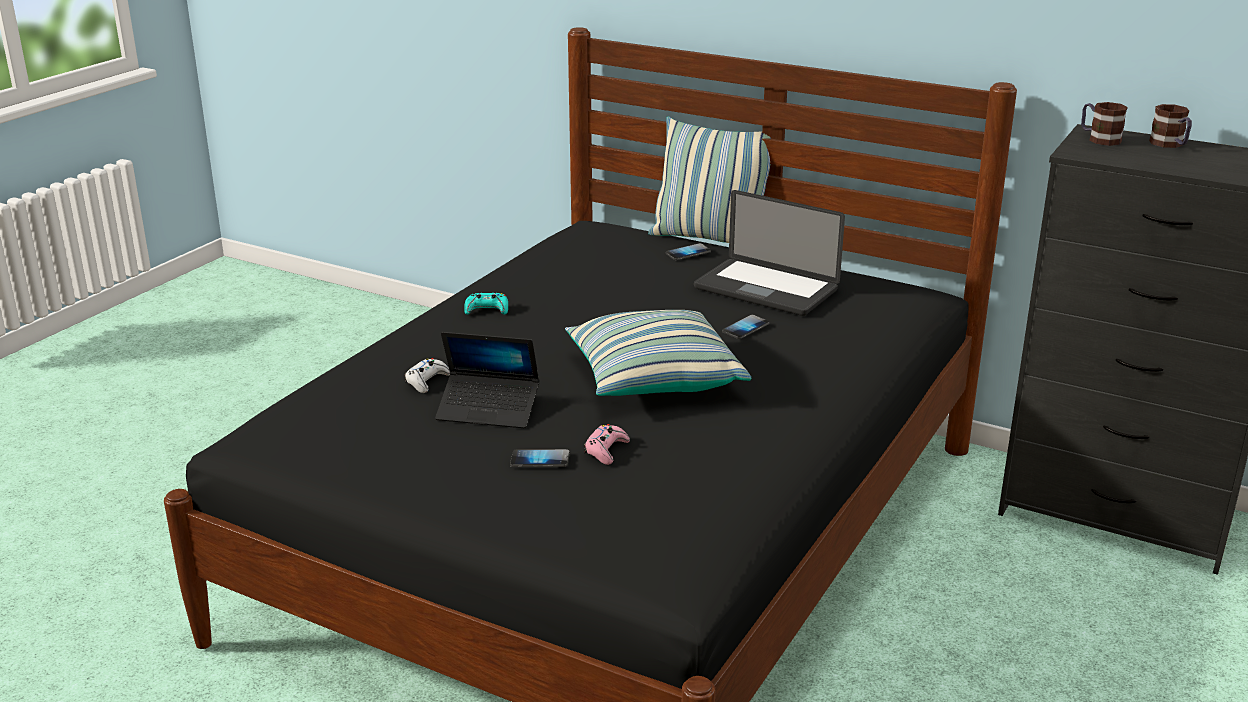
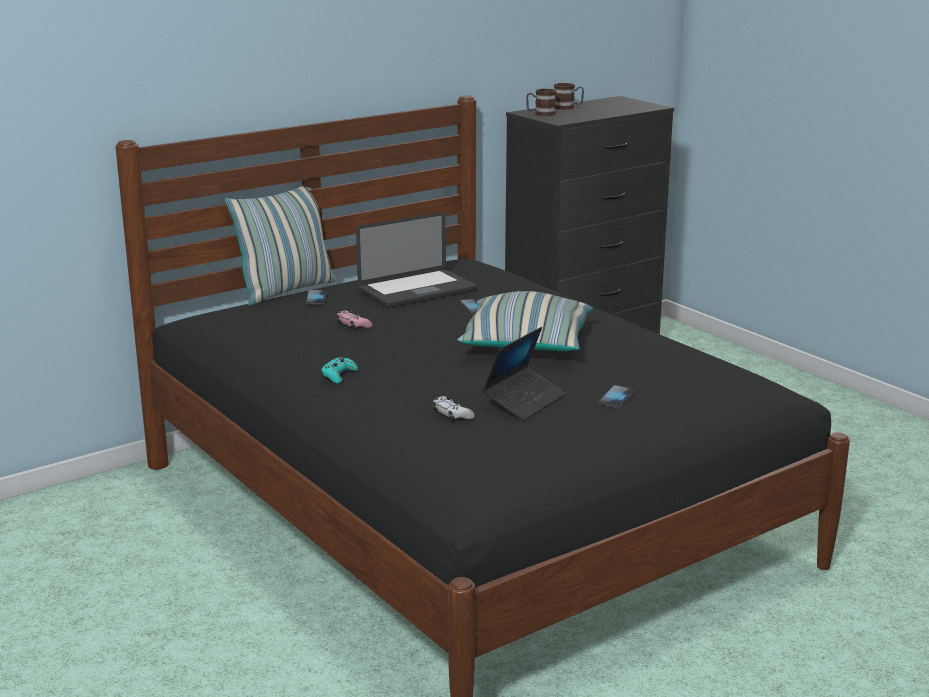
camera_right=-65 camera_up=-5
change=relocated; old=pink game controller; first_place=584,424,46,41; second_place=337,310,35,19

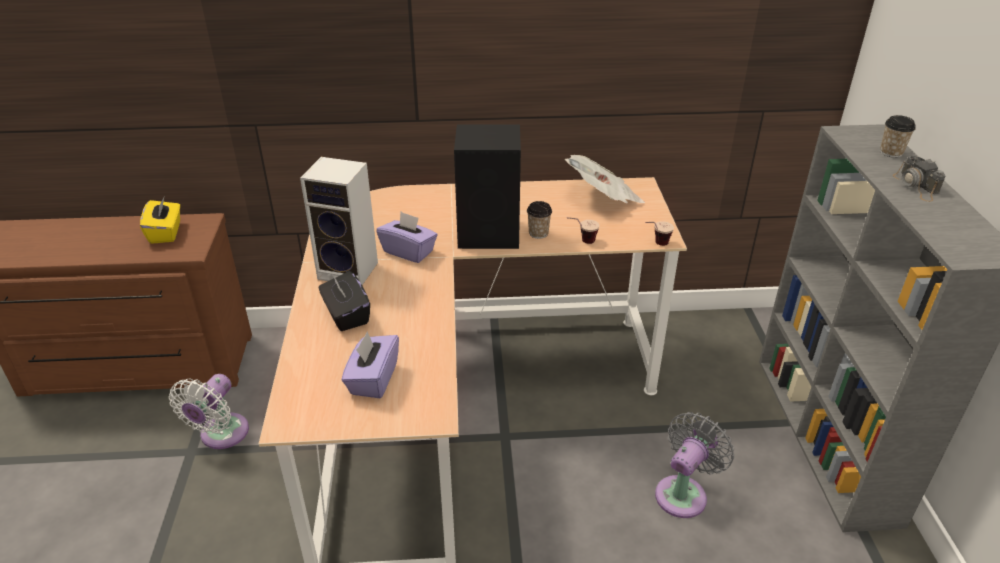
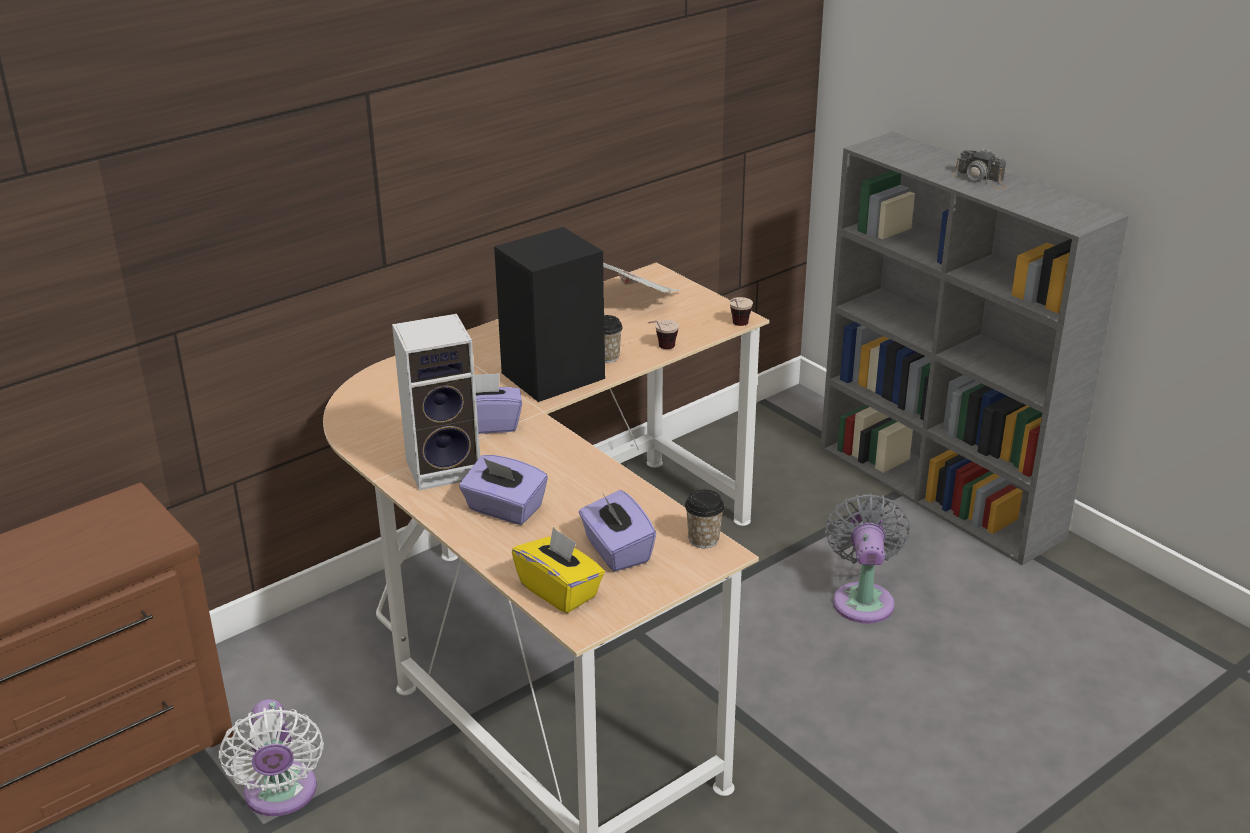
camera_right=-35 camera_up=-5
change=relocated; old=cup; first_place=880,115,36,43; second_place=685,490,40,58
change=relocated; old=yellow tissue box; first_place=140,197,40,47; second_place=512,527,93,86
change=colour; old=black tissue box; new=purple tissue box; first_place=319,271,51,60; second_place=459,455,89,70

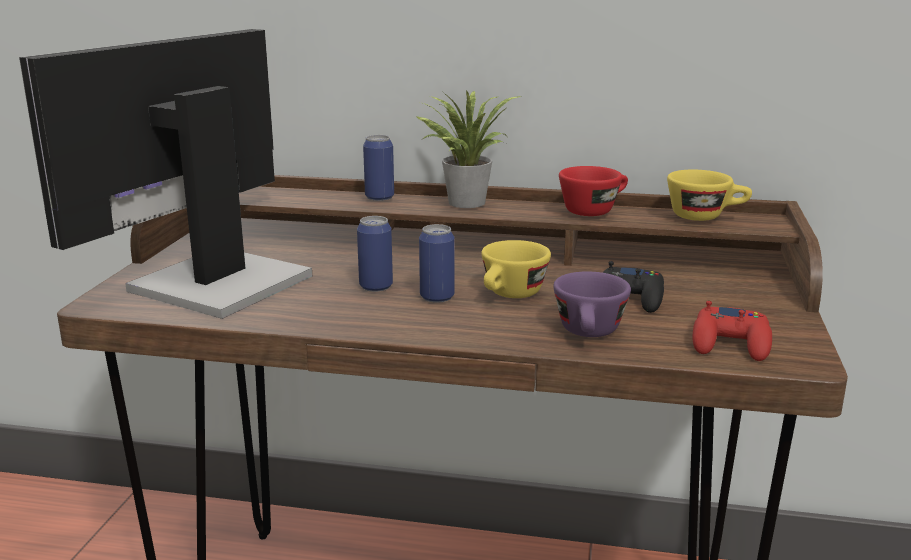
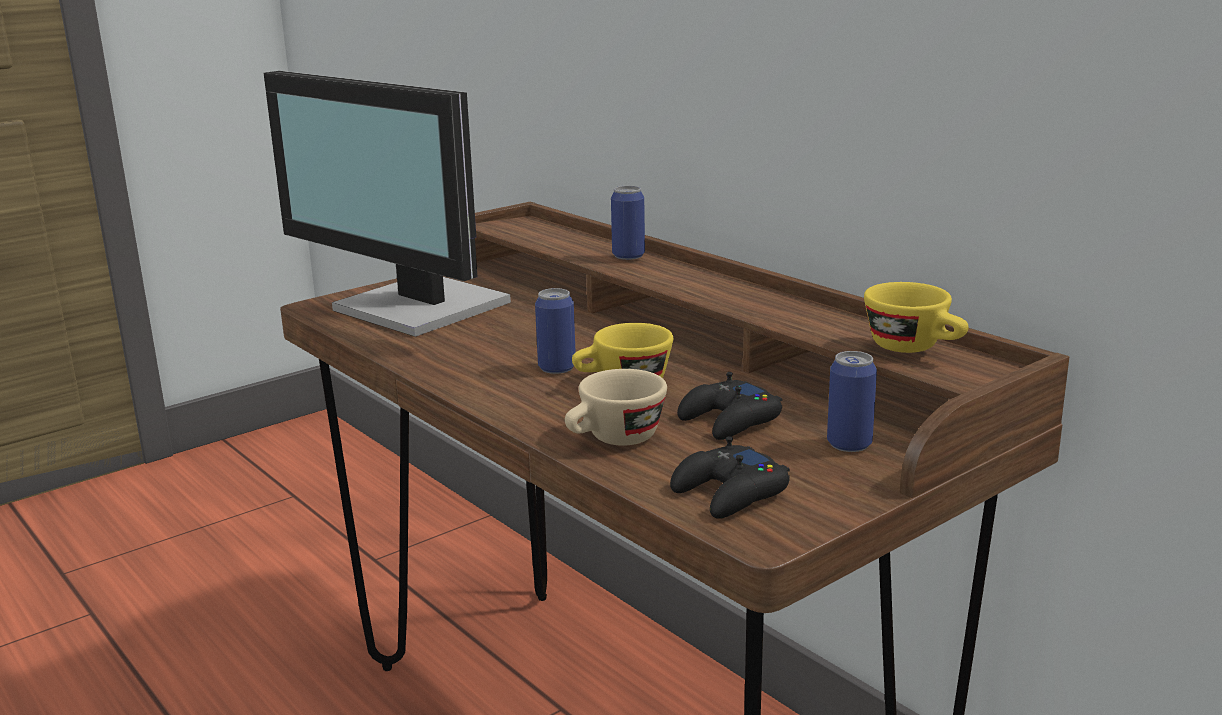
camera_right=40 camera_up=0
change=spun; old=monitor; first_place=19,29,293,290; second_place=264,71,247,266; degrees=-120
change=missing; old=potted plant; first_place=415,90,106,118
change=missing; old=red cup; first_place=559,166,69,50
change=relocated; old=can; first_place=357,216,36,76; second_place=827,351,50,101
change=colour; old=purple cup; new=beige cup; first_place=553,271,78,66; second_place=565,369,102,77
change=colour; old=red game controller; new=black game controller; first_place=692,301,80,60; second_place=670,436,120,83

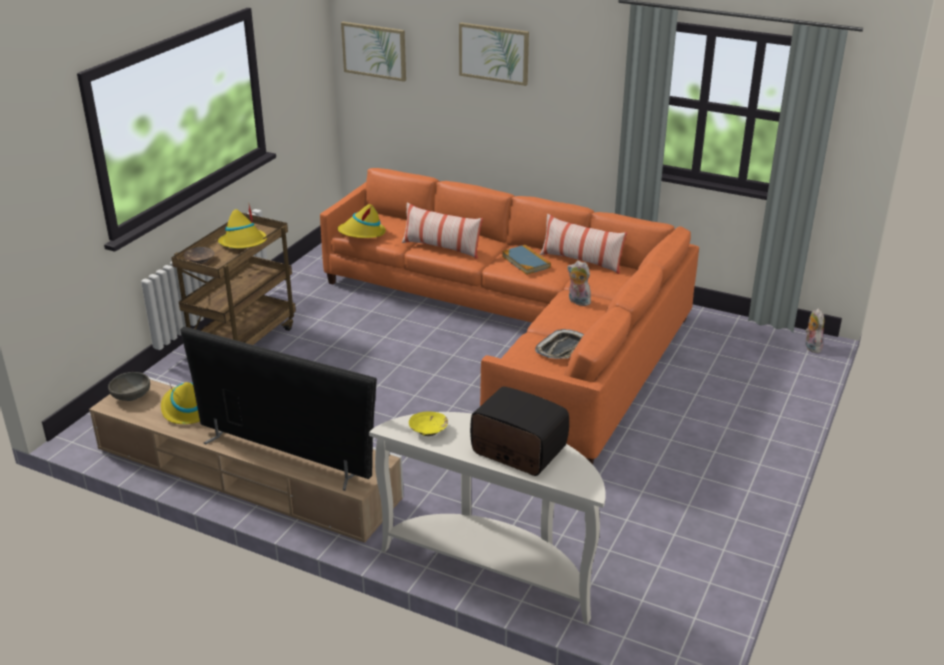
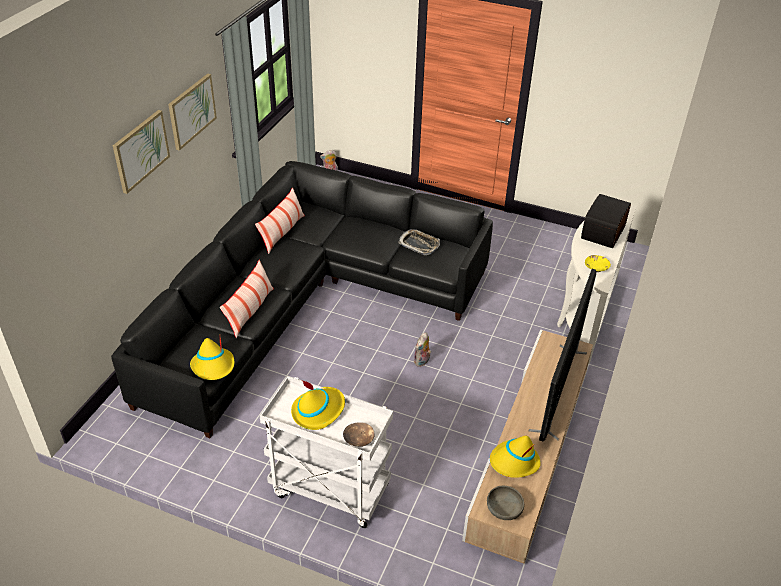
camera_right=-95 camera_up=10
change=relocated; old=picture; first_place=341,22,65,60; second_place=168,74,49,77
change=colour; old=orange sofa; new=black sofa; first_place=320,168,379,297; second_place=111,161,382,277
change=colour; old=brown cart; new=white cart; first_place=171,213,125,132; second_place=260,376,133,152
change=missing; old=book; first_place=502,245,49,30
change=relocated; old=plush toy; first_place=568,261,23,45; second_place=414,332,17,35

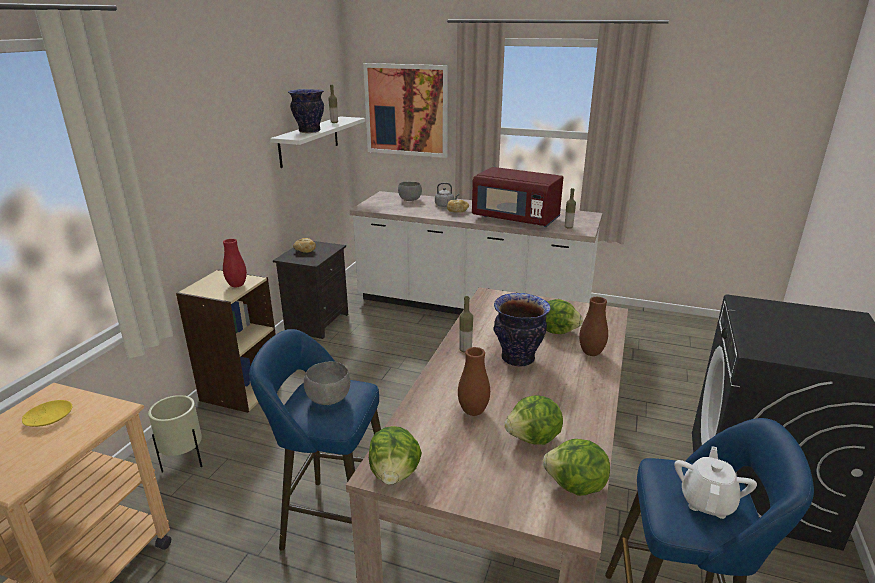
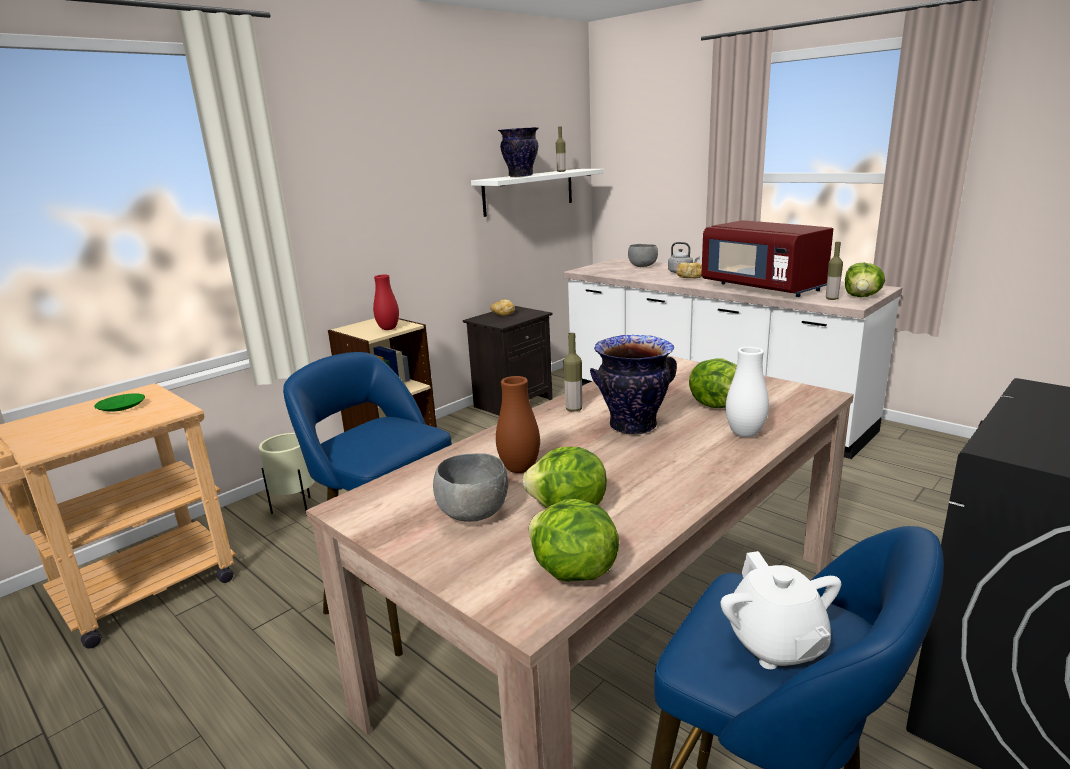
camera_right=25 camera_up=-5
change=missing; old=picture; first_place=363,63,85,95
change=colour; old=brown vase; new=white vase; first_place=579,297,29,59; second_place=726,347,43,90
change=relocated; old=grey bowl; first_place=304,361,46,44; second_place=433,453,75,69
change=colour; old=yellow plate; new=green plate; first_place=22,400,50,27; second_place=94,393,51,19
change=relocated; old=lettuce; first_place=369,426,53,59; second_place=845,263,40,34
change=spun; old=white teapot; first_place=675,446,82,73; second_place=721,551,120,118; degrees=120

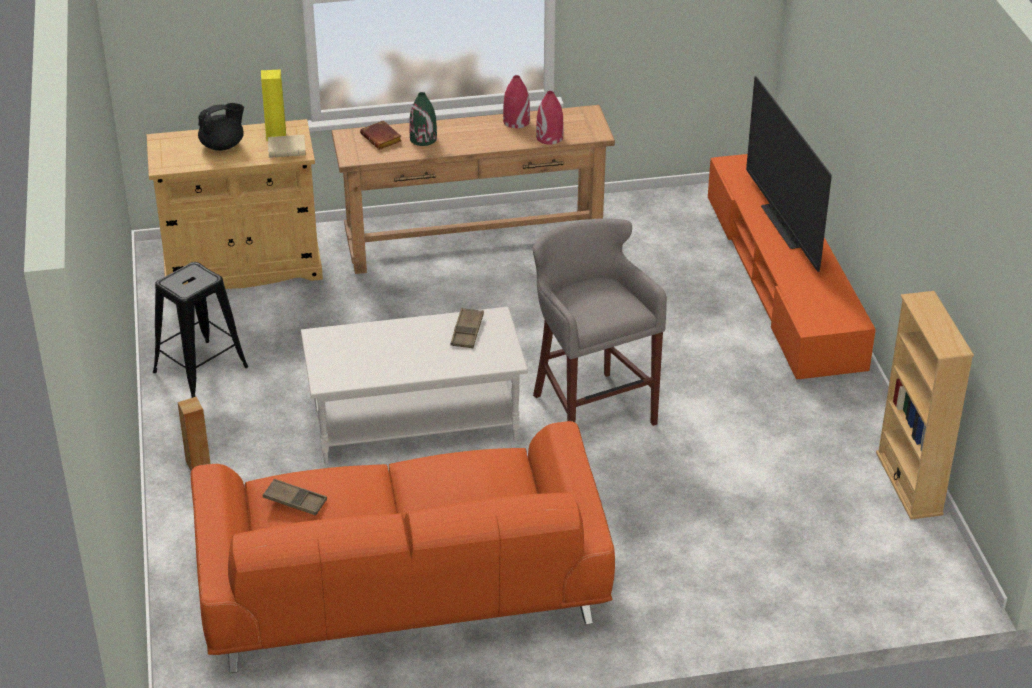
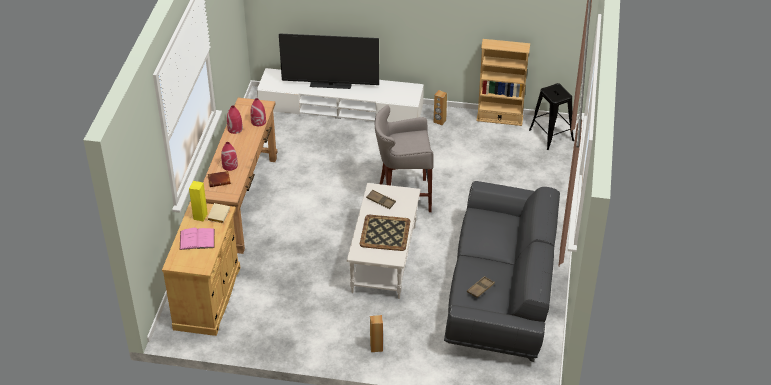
camera_right=-70 camera_up=5
change=colour; old=green vase; new=red vase; first_place=409,92,28,54; second_place=221,142,17,29
change=exchanged; old=black teapot; new=pink book; first_place=198,103,46,48; second_place=180,228,35,22
change=colour; old=orange tv stand; new=white tv stand; first_place=708,154,168,227; second_place=257,68,167,54
change=relocated; old=black stool; first_place=153,262,95,136; second_place=529,83,45,67
change=colour; old=orange sofa; new=grey sofa; first_place=191,421,424,252; second_place=444,181,116,181
change=appeared; new=brown speaker; second_place=434,90,13,35
change=appeared; new=tray; second_place=360,215,50,36

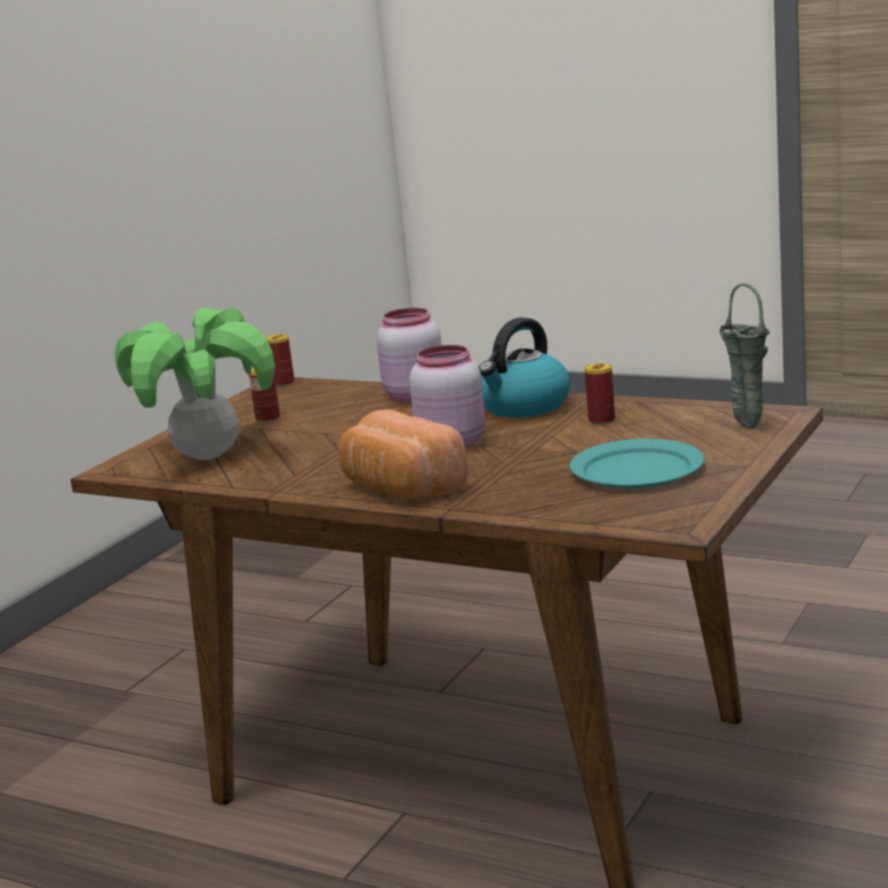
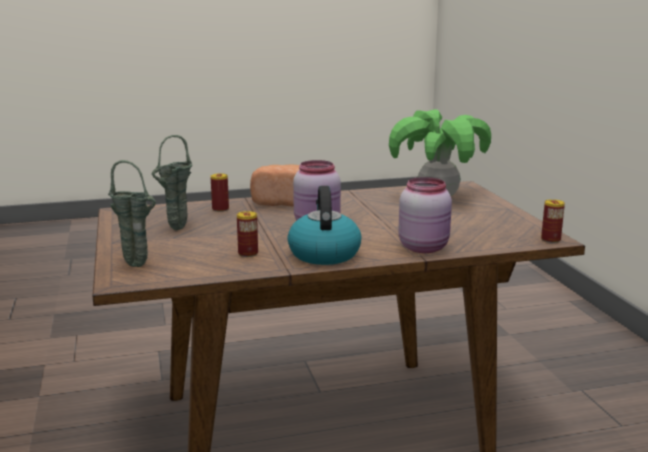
camera_right=135 camera_up=0
change=relocated; old=can; first_place=249,368,31,54; second_place=211,173,18,39
change=exchanged; old=turquoise plate; new=green vase; first_place=570,439,134,50; second_place=152,135,40,95

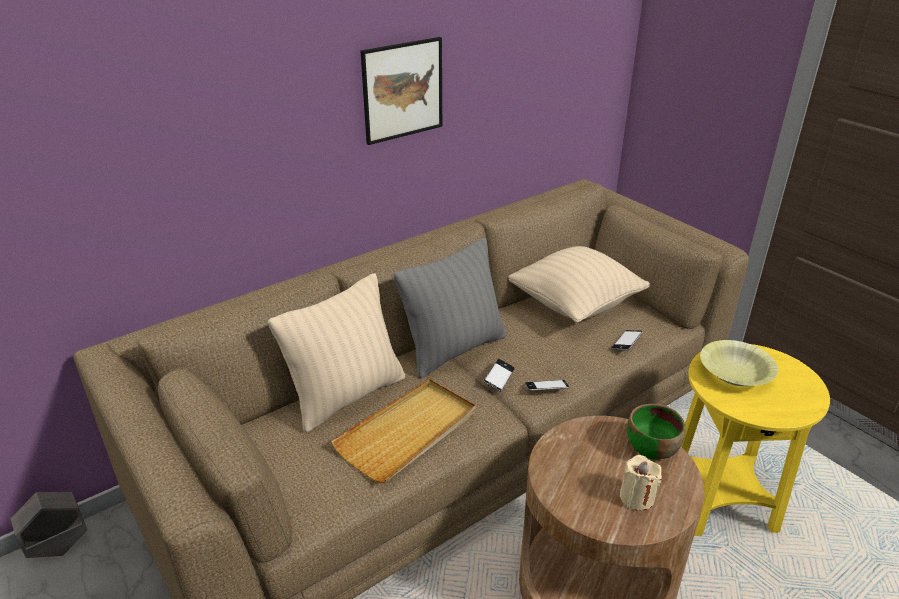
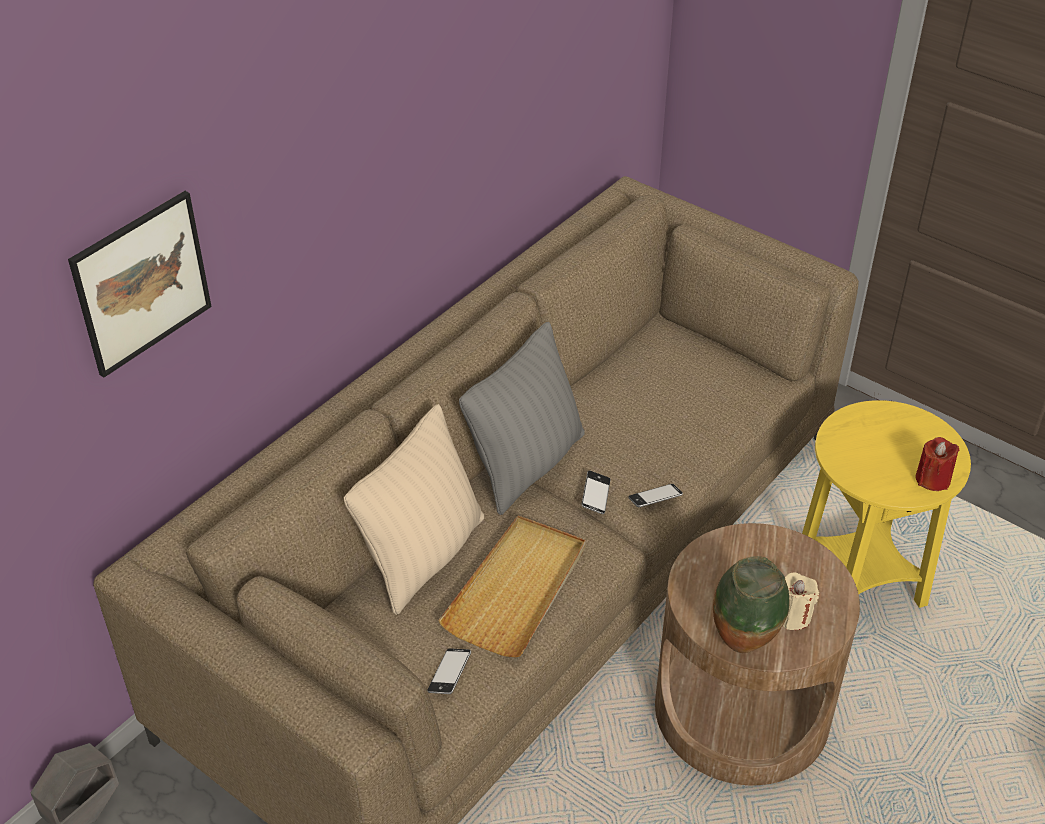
camera_right=-15 camera_up=10
change=relocated; old=picture; first_place=361,37,81,108; second_place=68,191,144,186
change=missing; old=beige pillow; first_place=508,246,142,77
change=relocated; old=phone; first_place=611,330,32,21; second_place=427,648,44,46
change=missing; old=yellow bowl; first_place=700,340,78,46
change=missing; old=green bowl; first_place=627,404,59,56
change=appeared; new=red candle; second_place=915,437,44,54
change=appeared; new=vase; second_place=713,556,76,97

